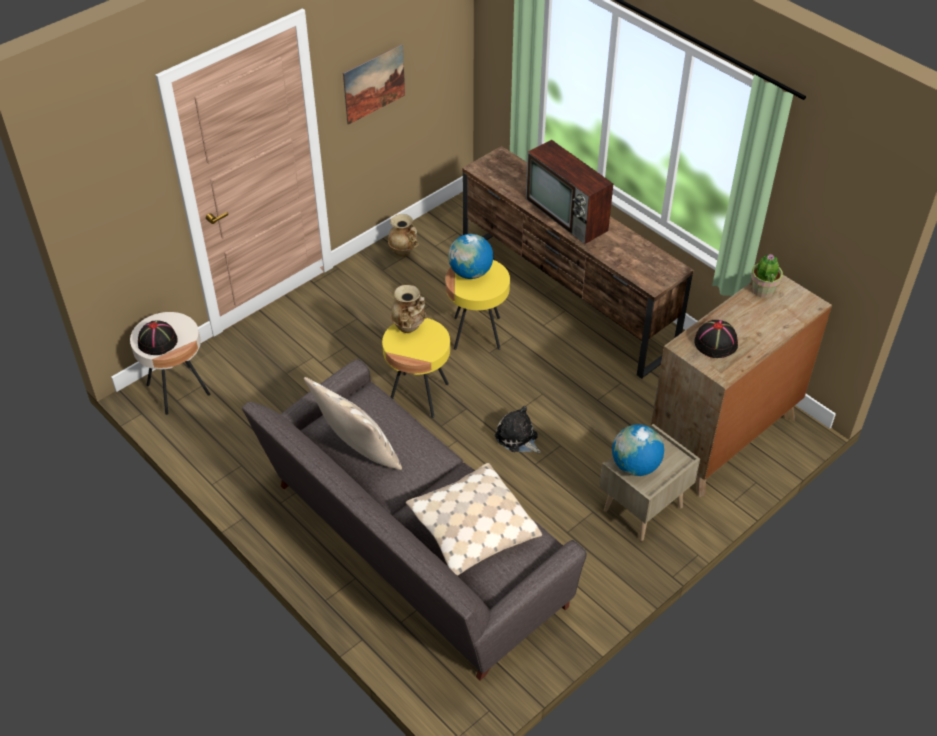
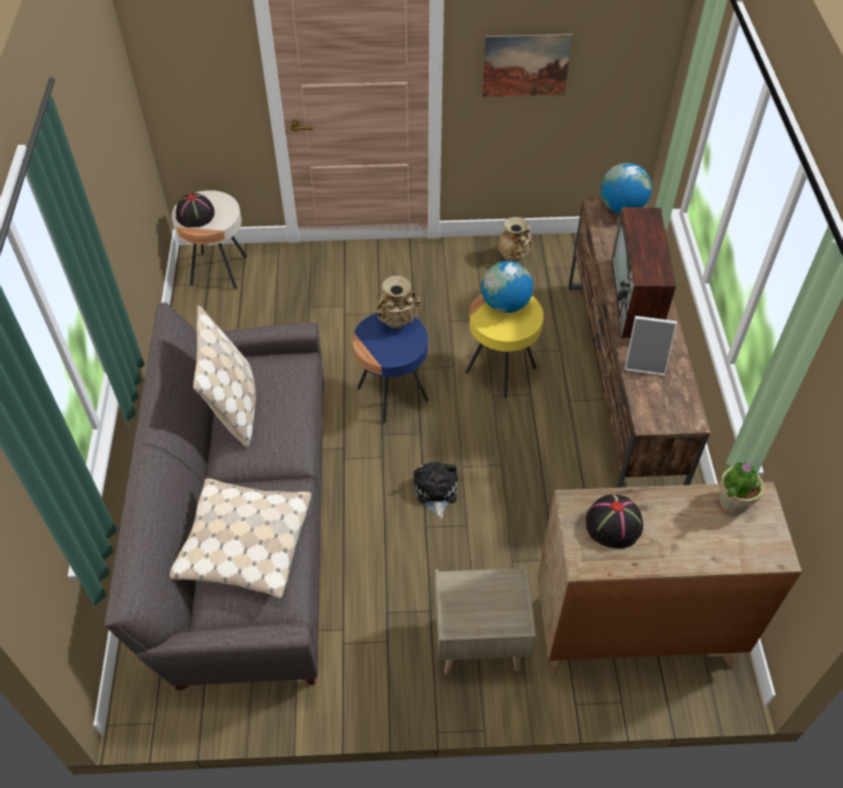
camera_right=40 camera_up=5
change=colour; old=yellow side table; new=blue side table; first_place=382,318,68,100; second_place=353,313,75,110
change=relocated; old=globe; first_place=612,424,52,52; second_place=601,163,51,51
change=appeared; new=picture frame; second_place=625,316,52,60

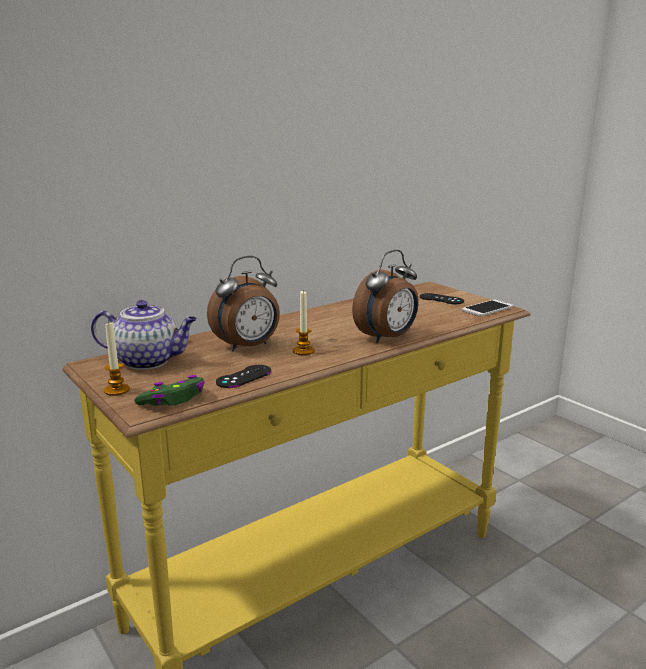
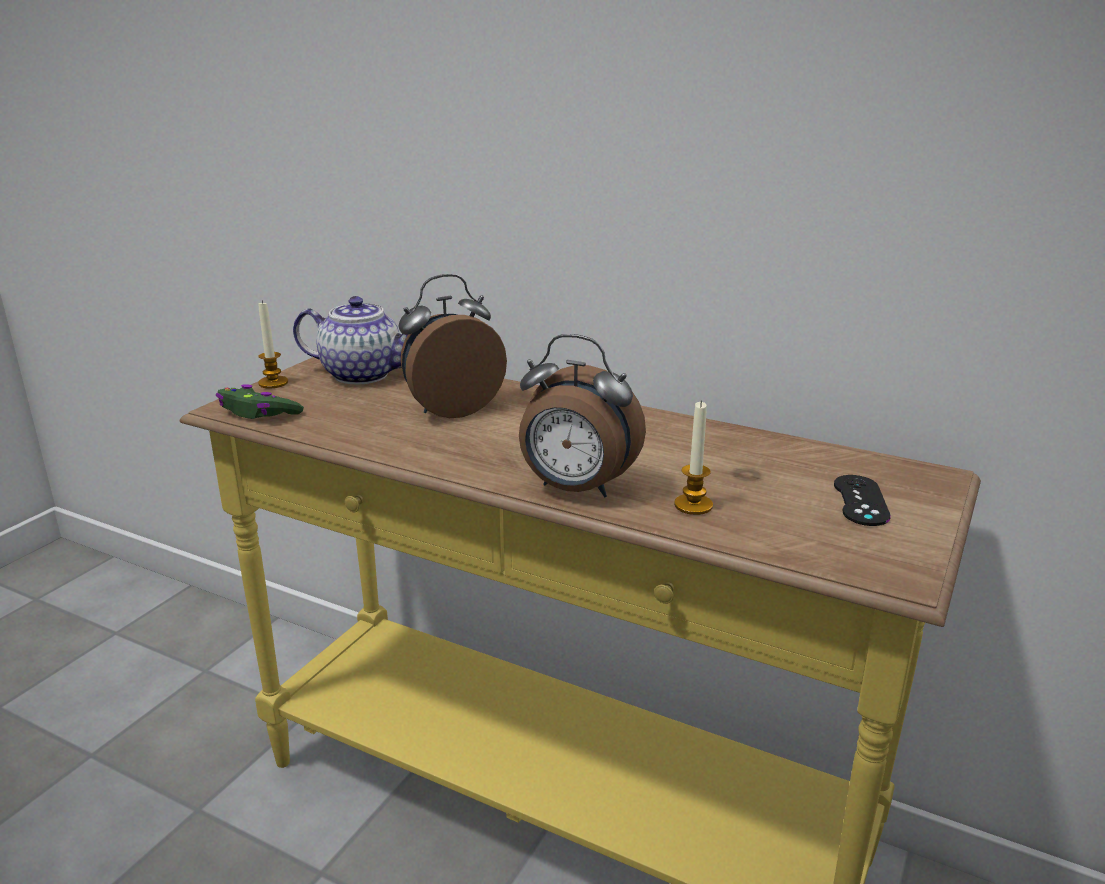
camera_right=65 camera_up=5
change=spun; old=alarm clock; first_place=207,256,73,96; second_place=398,274,109,144; degrees=120
change=relocated; old=candle; first_place=293,291,21,64; second_place=674,400,39,115
change=spun; old=teapot; first_place=91,300,106,70; second_place=293,296,115,88; degrees=-60
change=missing; old=phone; first_place=462,300,51,16
change=missing; old=black game controller; first_place=216,365,55,23

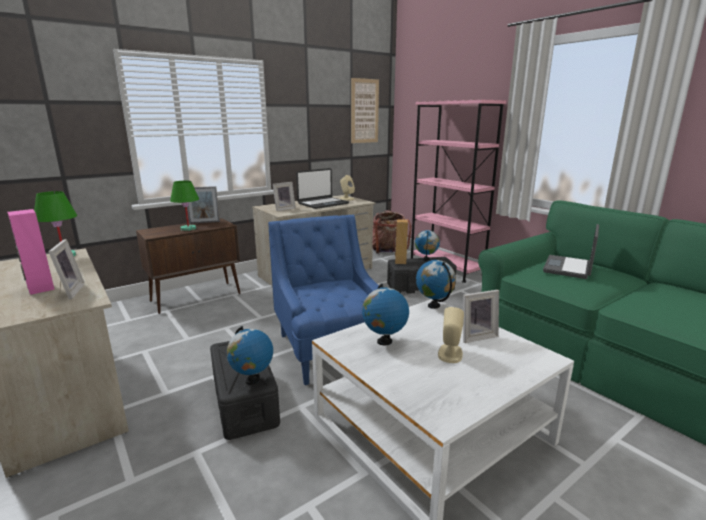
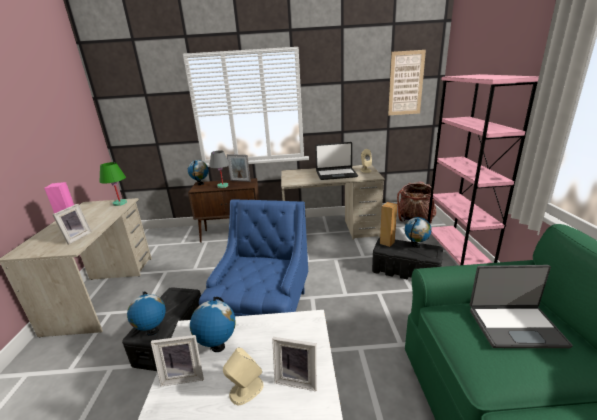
camera_right=35 camera_up=5
change=colour; old=green table lamp; new=grey table lamp; first_place=170,181,29,50; second_place=209,151,21,37
change=relocated; old=picture frame; first_place=273,182,23,29; second_place=151,335,53,51
change=spun; old=laptop; first_place=543,224,56,55; second_place=470,265,103,83; degrees=-150
change=relocated; old=globe; first_place=416,260,40,49; second_place=188,160,21,25

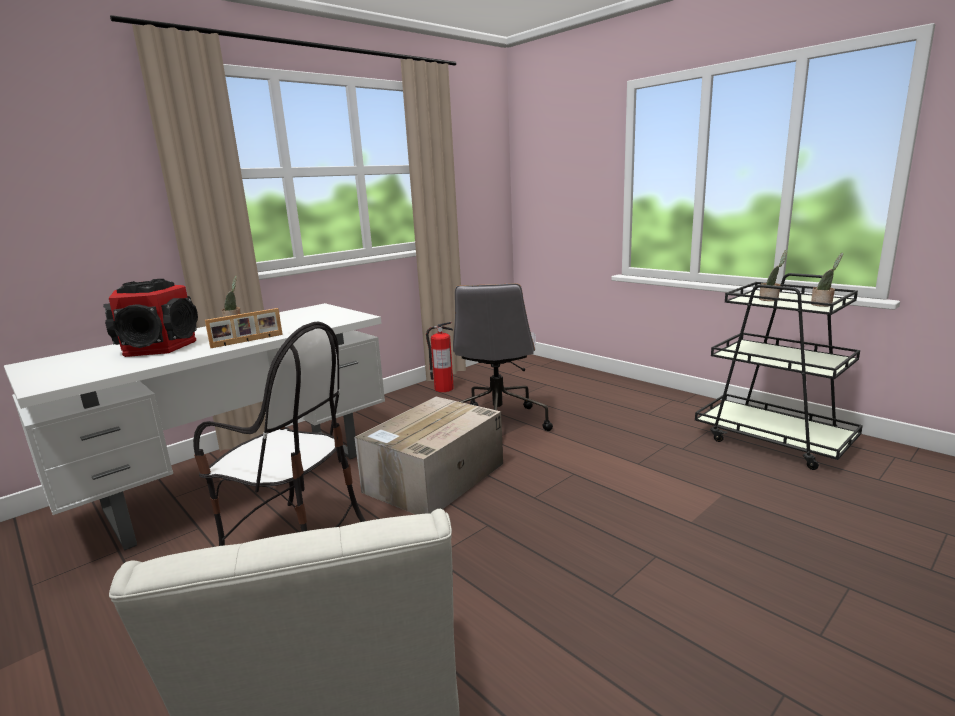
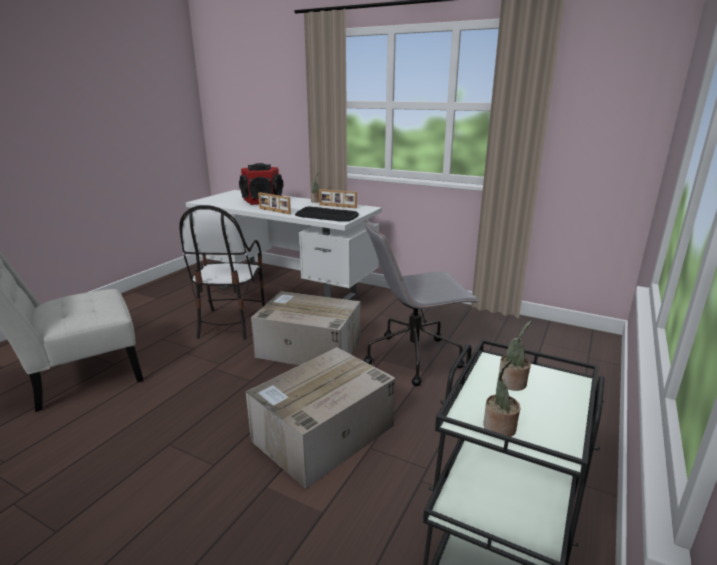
camera_right=70 camera_up=5
change=missing; old=fire extinguisher; first_place=426,322,28,70
change=appeared; new=picture frame; second_place=319,189,38,19
change=appeared; new=keyboard; second_place=295,206,64,16
change=appeared; new=cardboard box; second_place=246,347,150,142

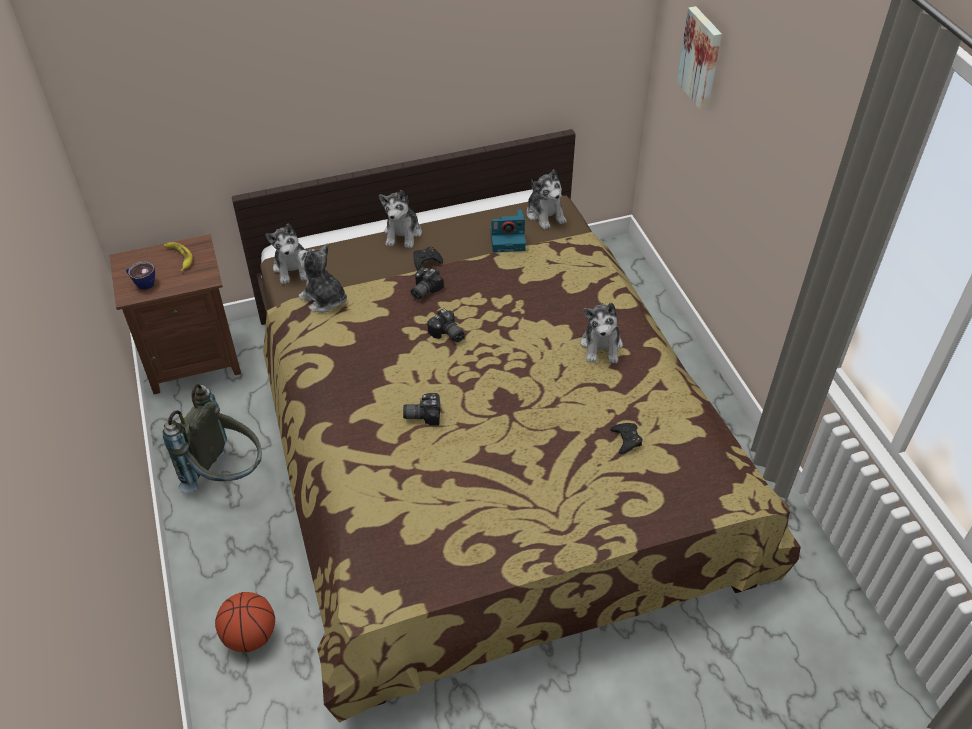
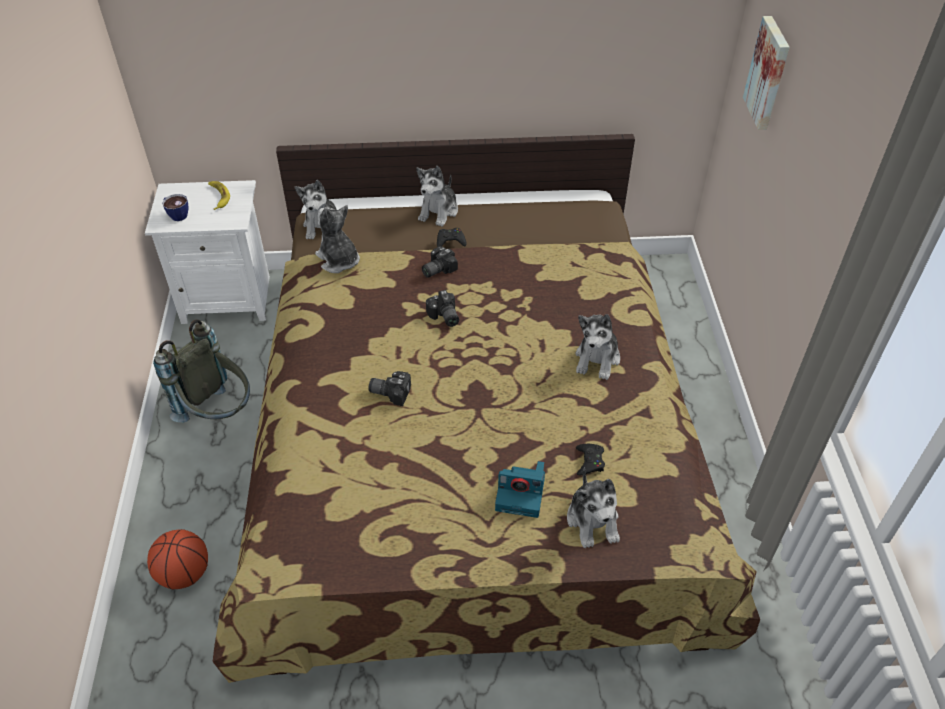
camera_right=15 camera_up=0
change=relocated; old=plush toy; first_place=526,169,41,61; second_place=567,467,53,81
change=relocated; old=photo camera; first_place=490,209,36,43; second_place=495,461,50,57
change=colour; old=brown nightstand; new=white nightstand; first_place=110,234,131,160; second_place=145,180,125,144

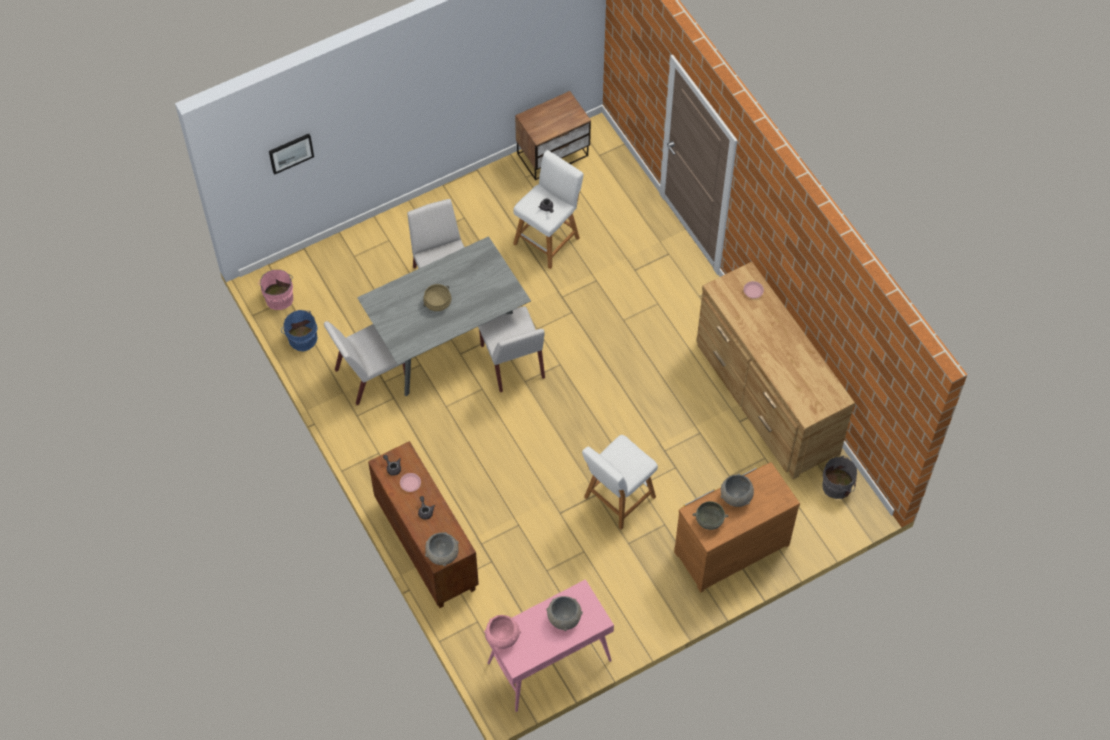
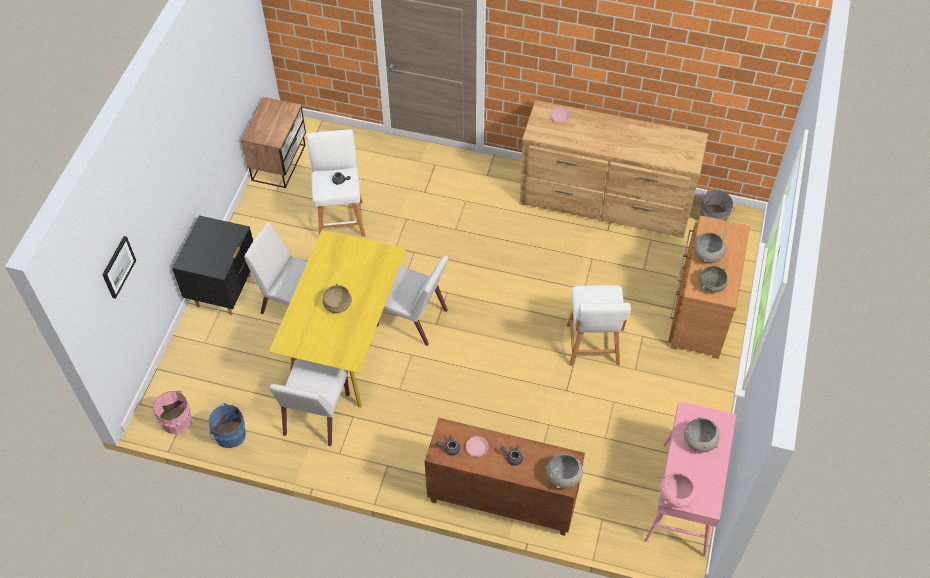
camera_right=-45 camera_up=-5
change=colour; old=grey dining table; new=yellow dining table; first_place=357,236,174,160; second_place=269,230,137,178
change=appeared; new=black nightstand; second_place=172,215,81,100

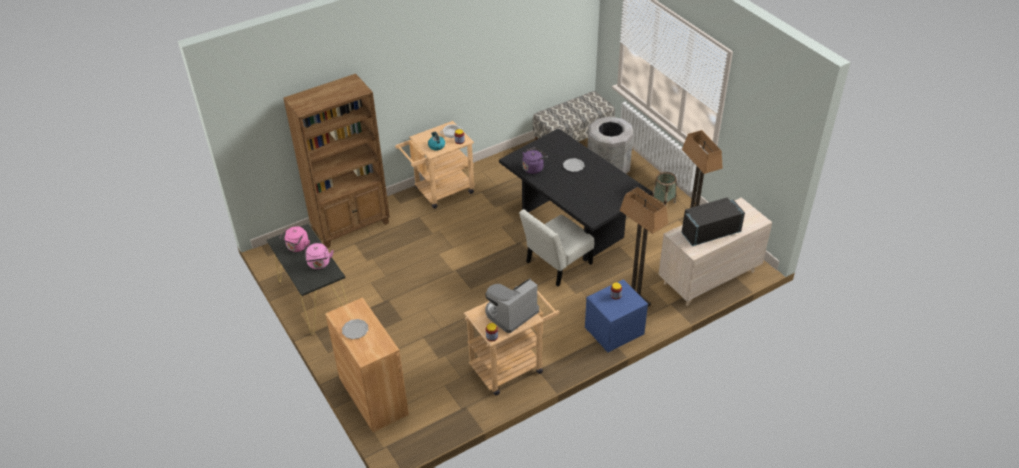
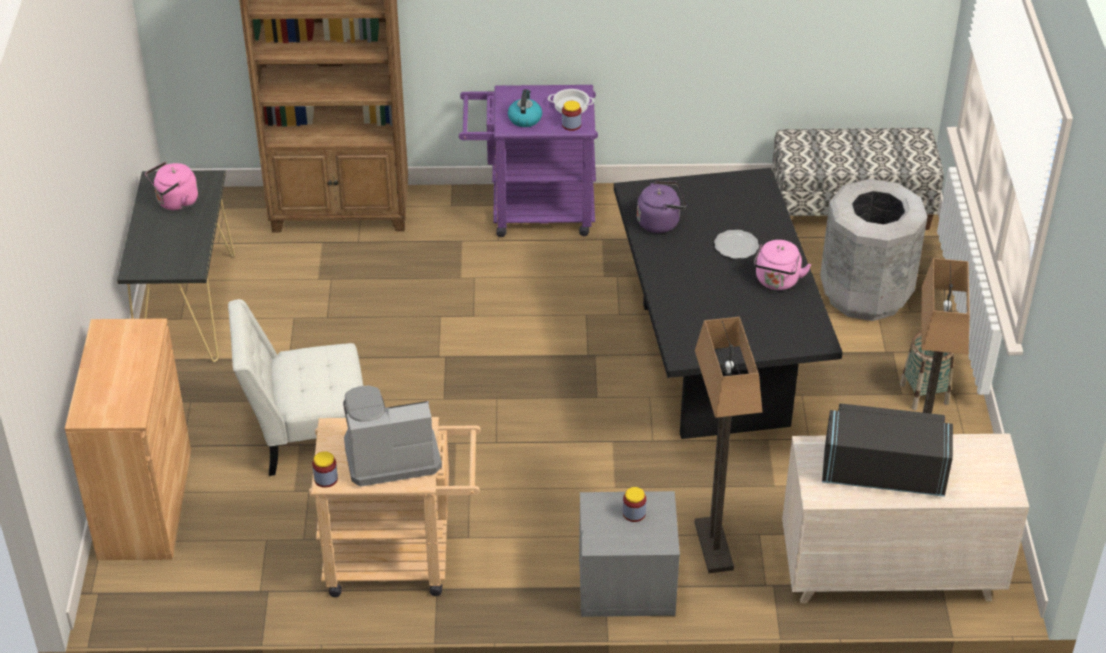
camera_right=30 camera_up=0
change=colour; old=beige cart; new=purple cart; first_place=395,121,80,88; second_place=459,85,139,152
change=relocated; old=white chair; first_place=519,209,75,77; second_place=228,299,135,177
change=relocated; old=pink kettle; first_place=305,243,29,26; second_place=754,240,57,50
change=colour; old=blue nightstand; new=grey nightstand; first_place=585,279,63,73; second_place=579,491,101,126
change=missing; old=plate; first_place=342,319,26,20

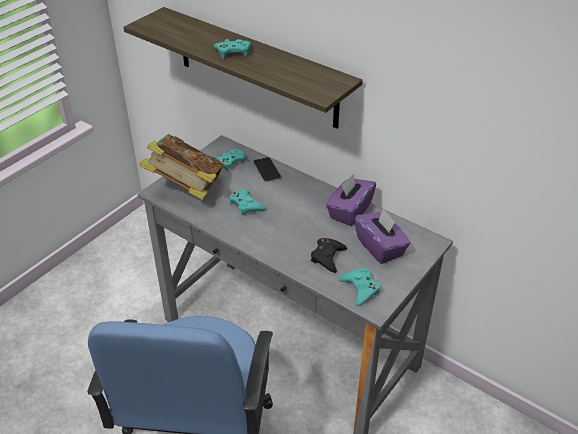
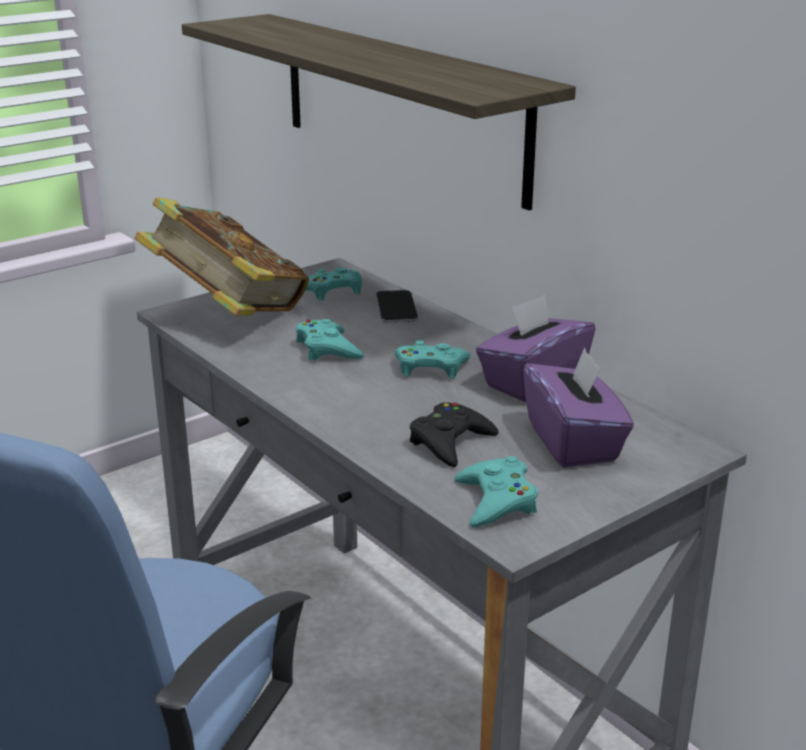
camera_right=15 camera_up=-15
change=relocated; old=turquoise game controller; first_place=214,39,37,20; second_place=395,340,76,39

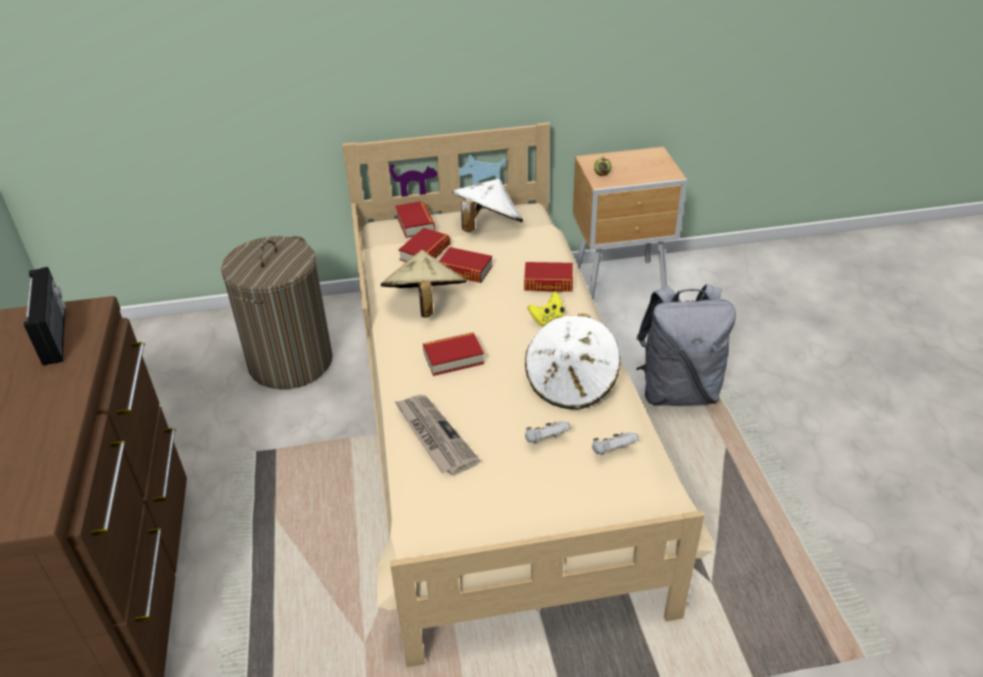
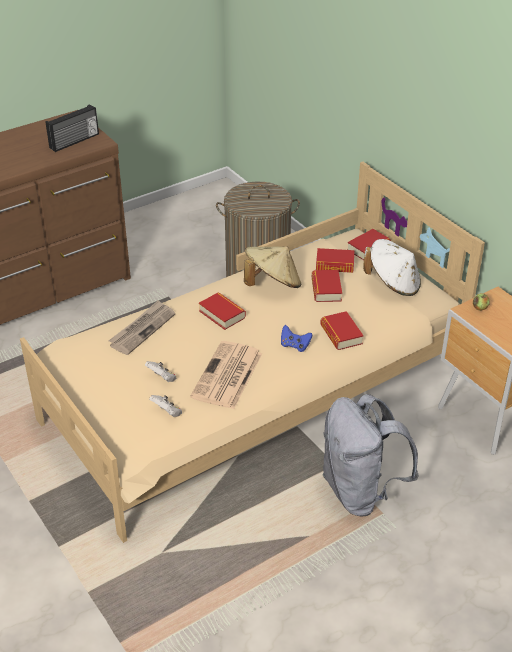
camera_right=65 camera_up=0
change=colour; old=yellow game controller; new=blue game controller; first_place=527,291,38,36; second_place=281,325,31,27
change=exchanged; old=white hat; new=newspaper; first_place=525,313,95,96; second_place=190,341,73,68

